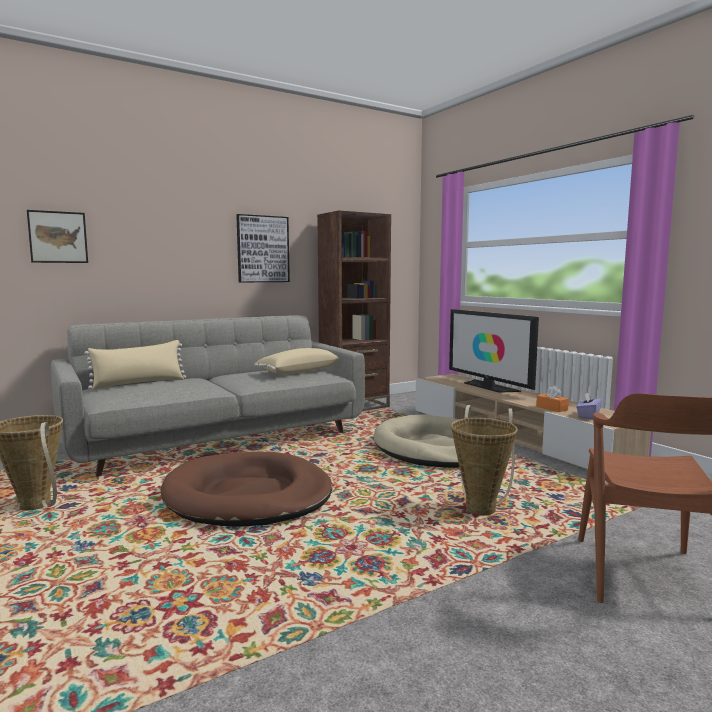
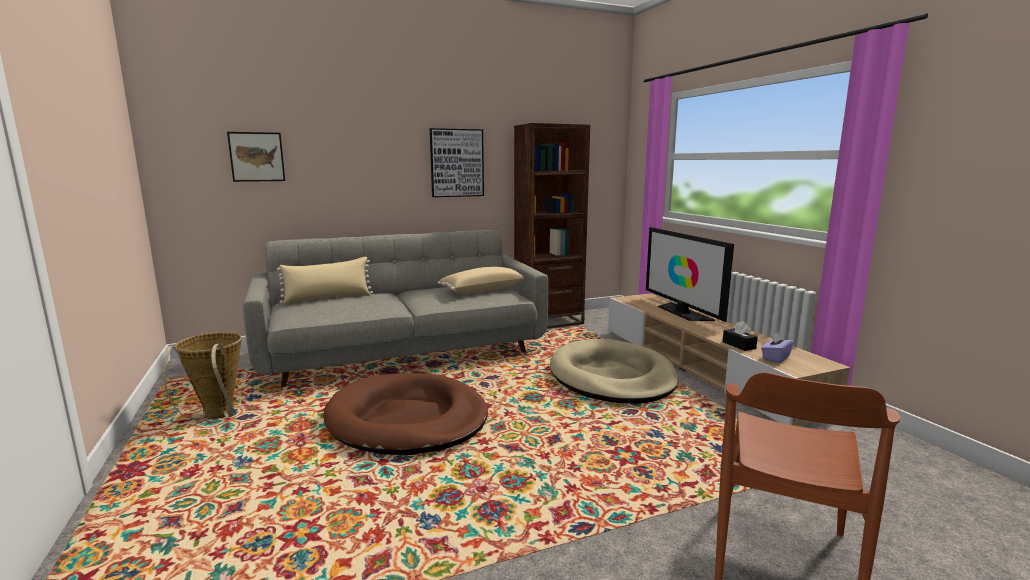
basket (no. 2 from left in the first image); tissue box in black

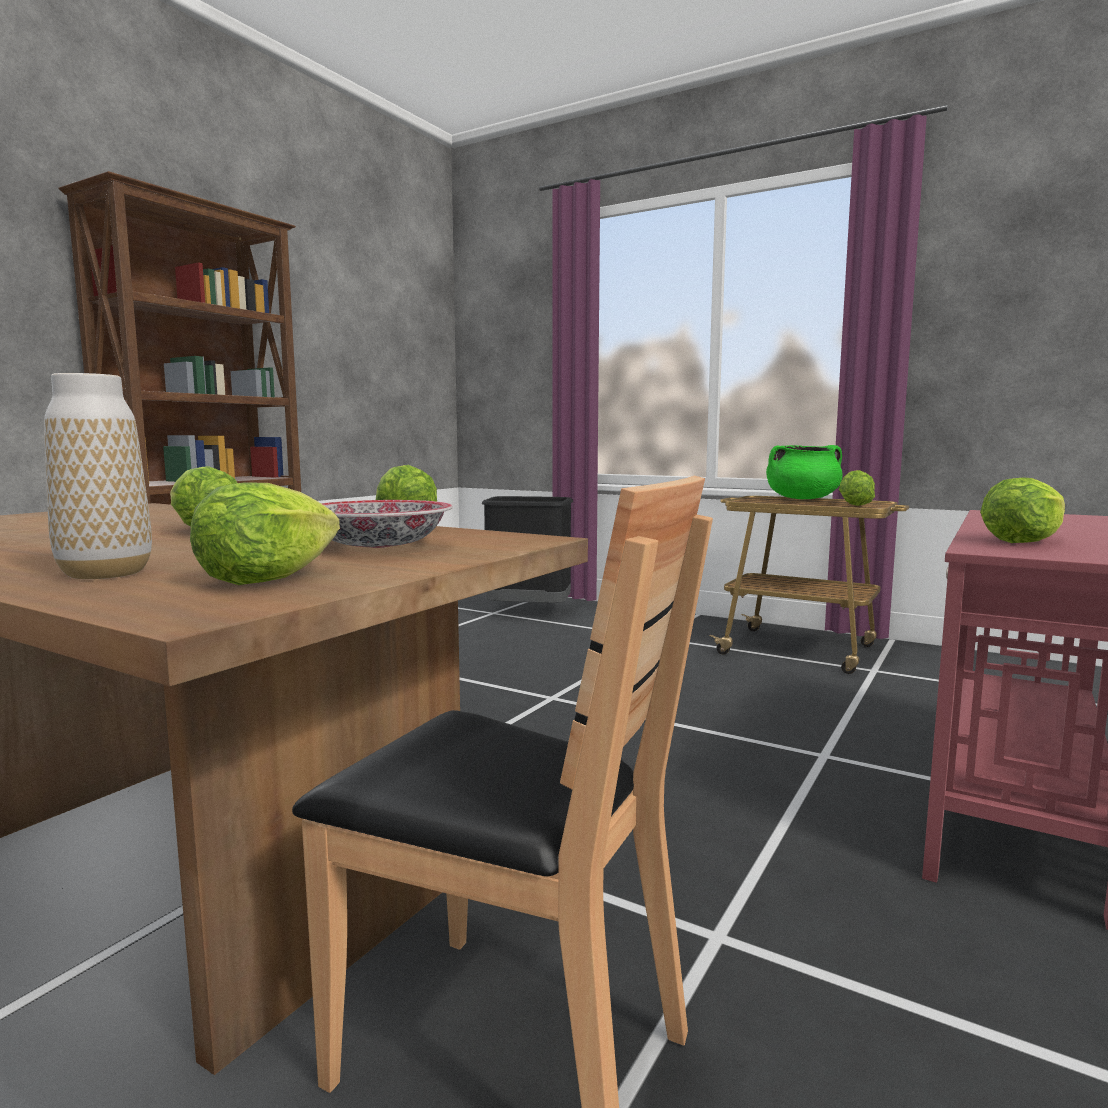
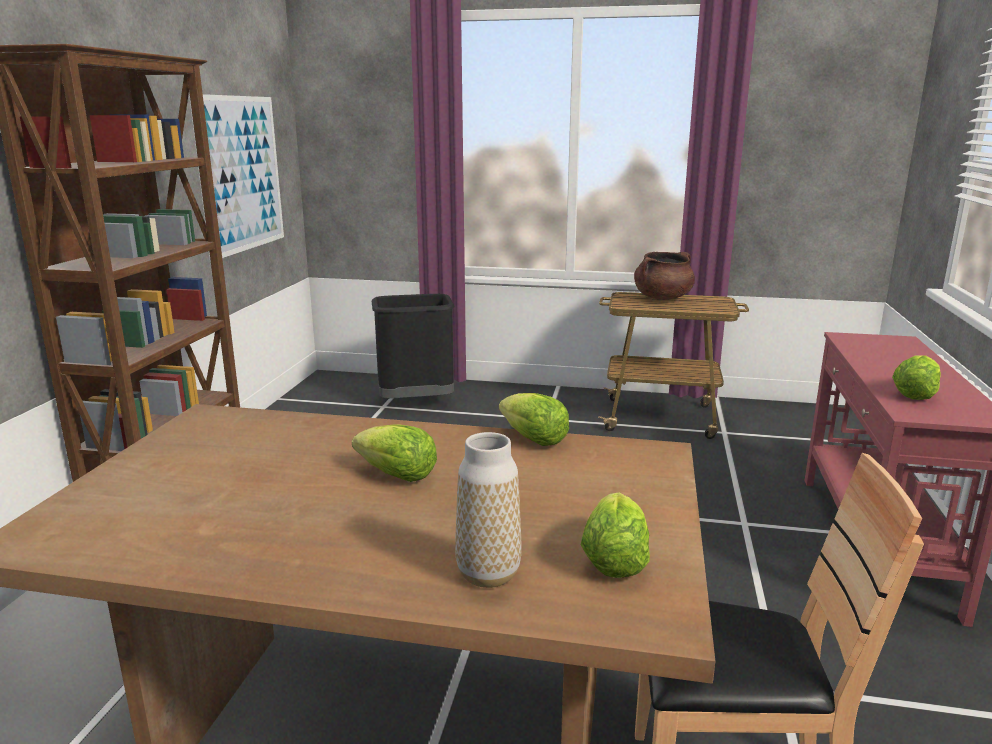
bowl; lettuce (no. 4 from left in the first image); picture; cooking pot in brown

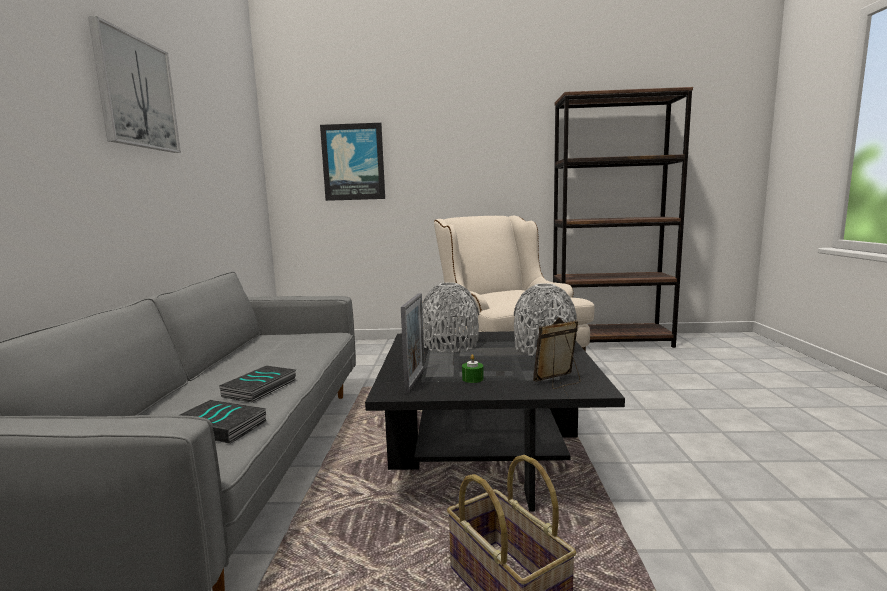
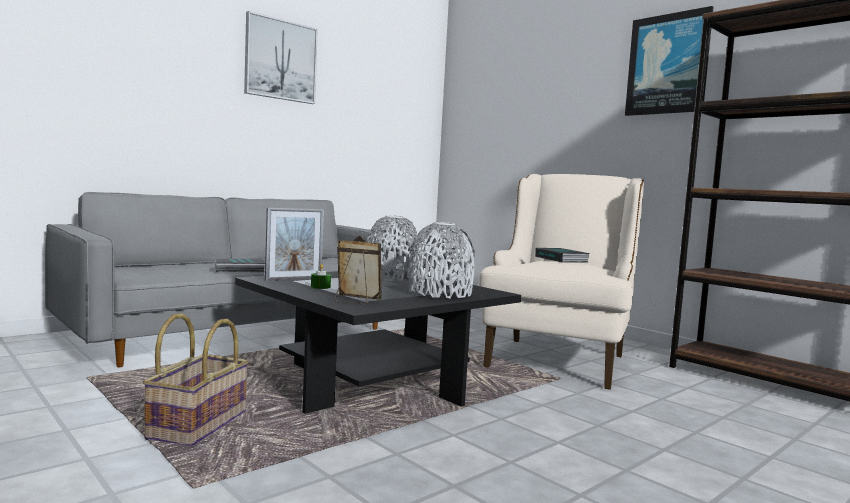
book (no. 2 from left); picture (no. 2 from left)

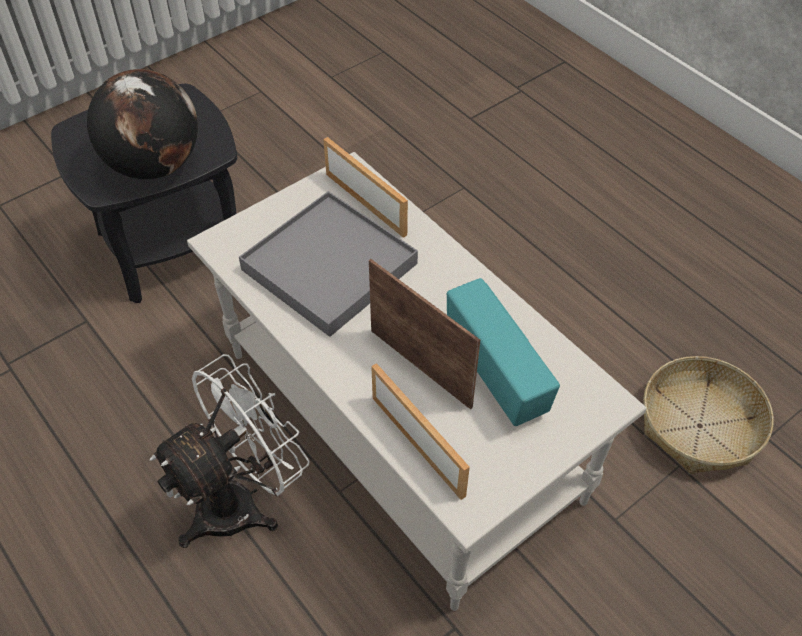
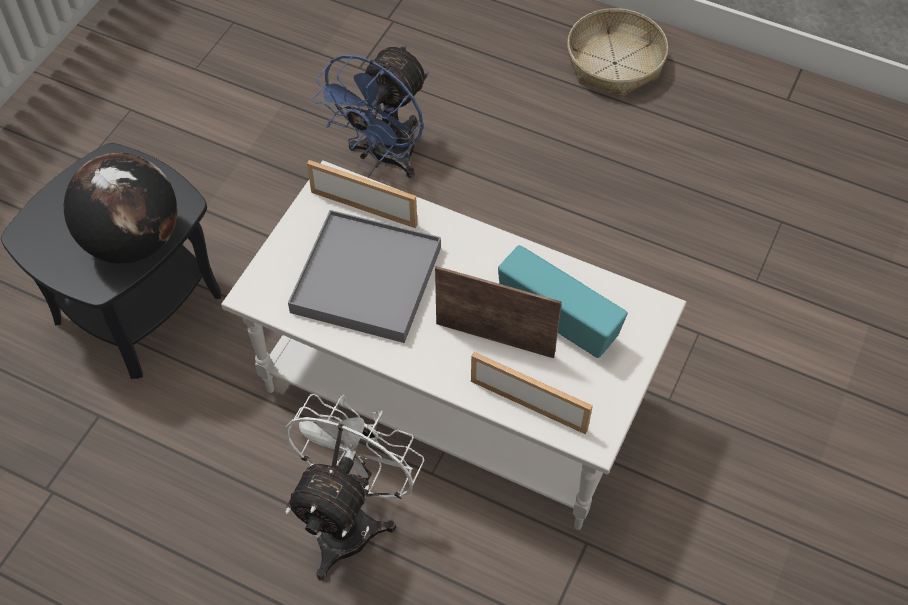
fan in blue; basket

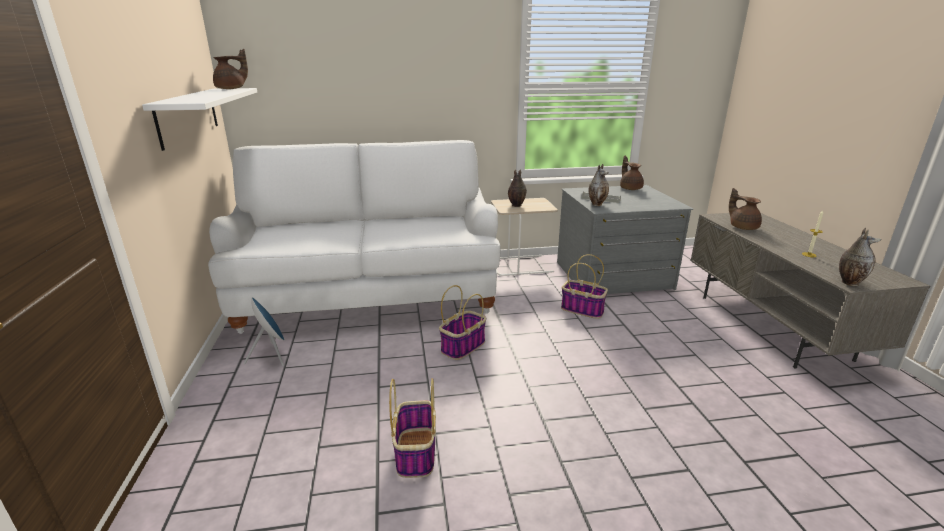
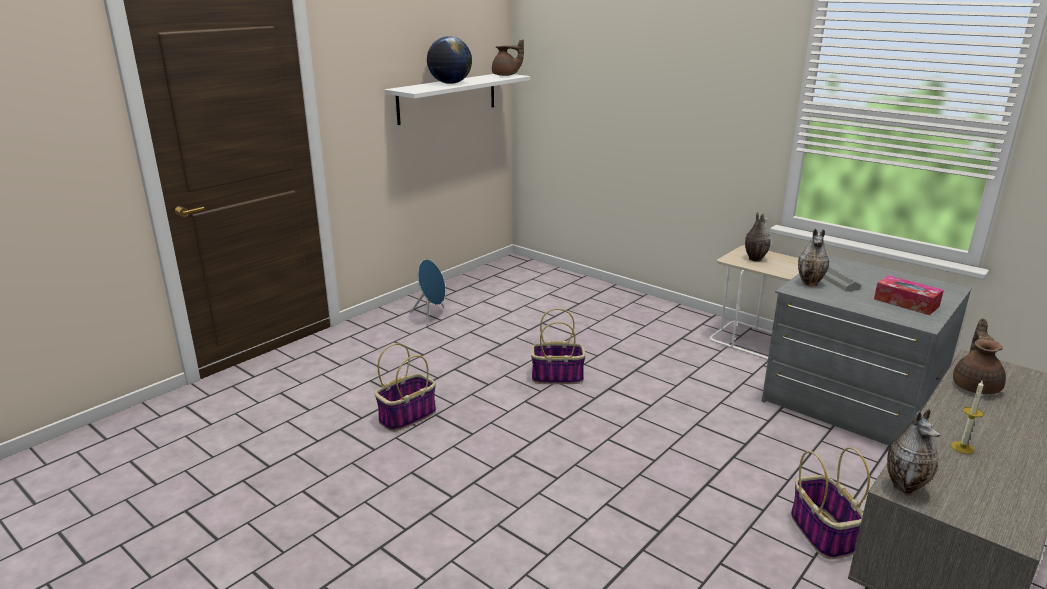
sofa in white; teapot in brown (no. 2 from left in the first image); globe; tissue box; basket (no. 3 from left)

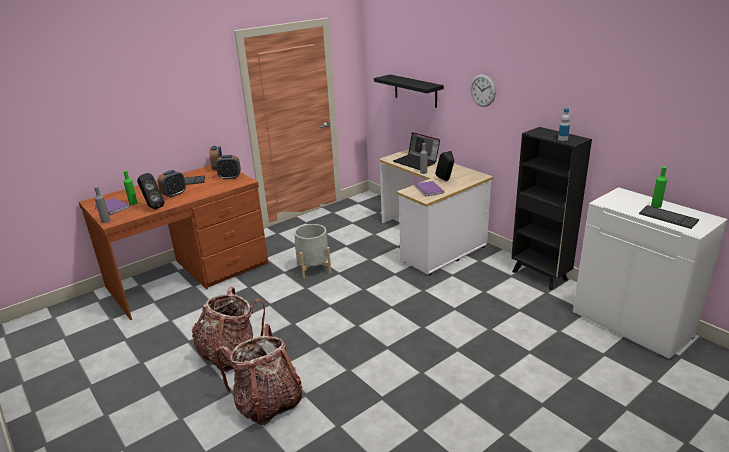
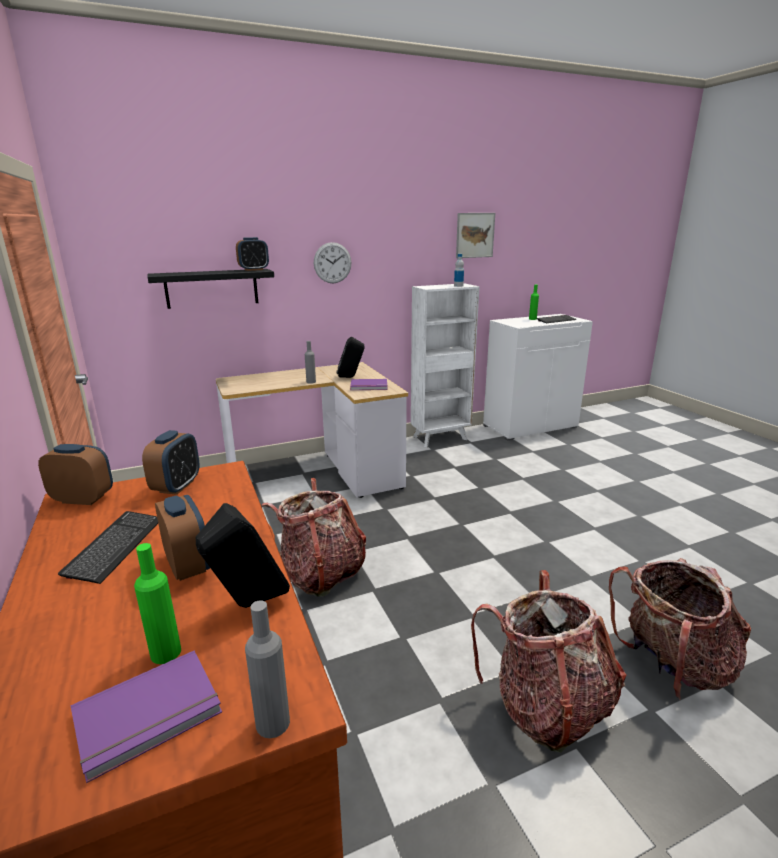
laptop; alarm clock (no. 4 from left); picture; backpack (no. 1 from left); bookcase in white

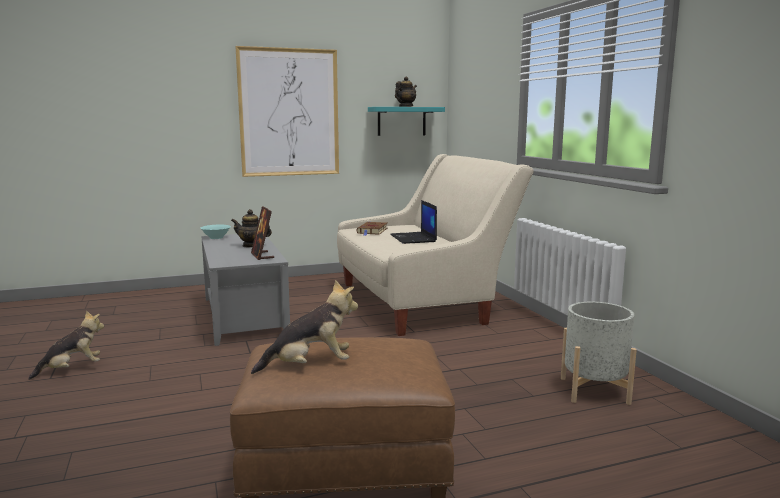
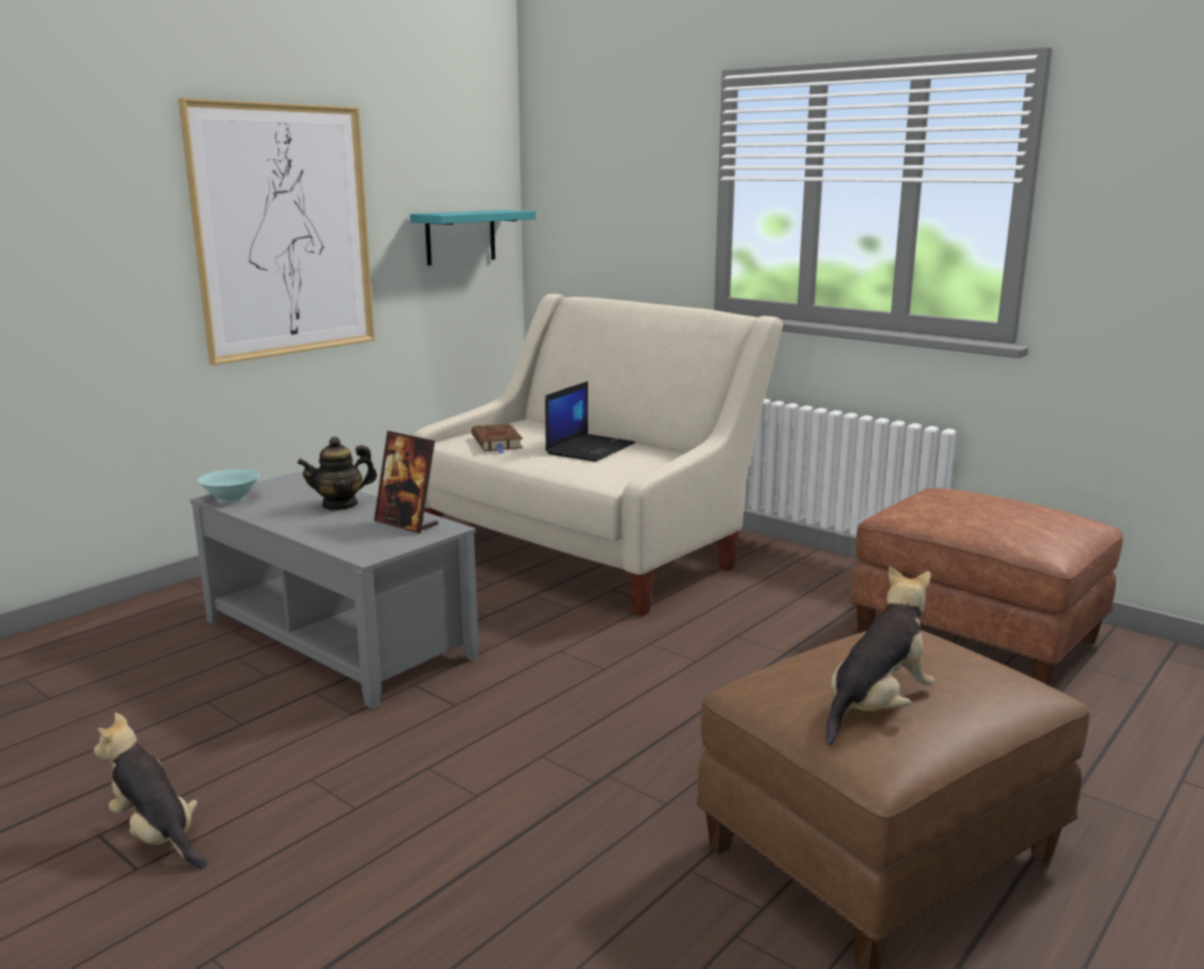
teapot (no. 2 from left in the first image); ottoman in brown (no. 2 from left); plush toy (no. 1 from left); laptop

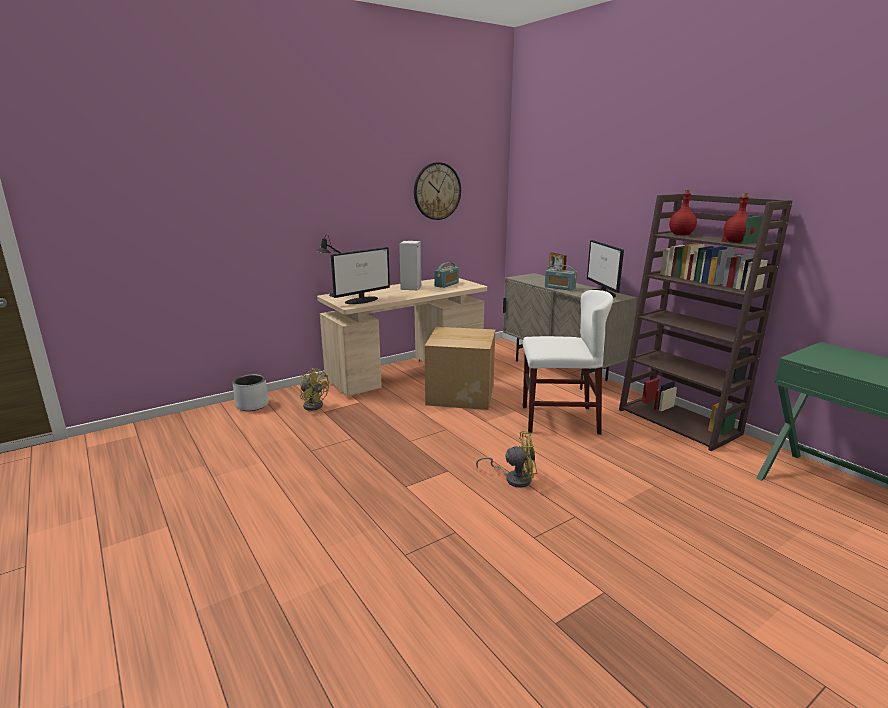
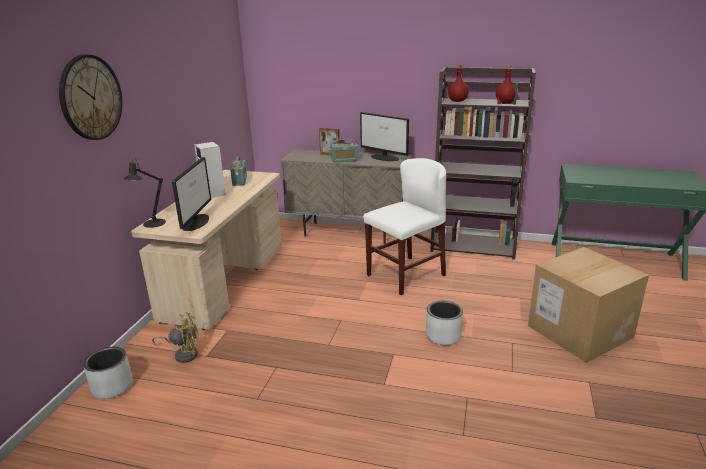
wall clock; cardboard box; planter in grey (no. 2 from left)

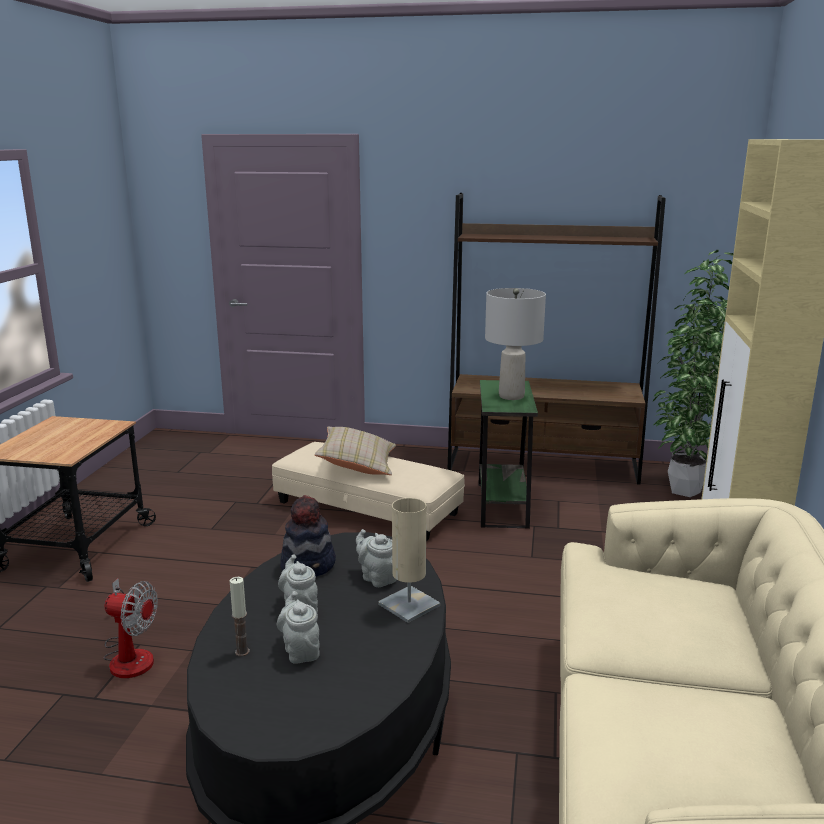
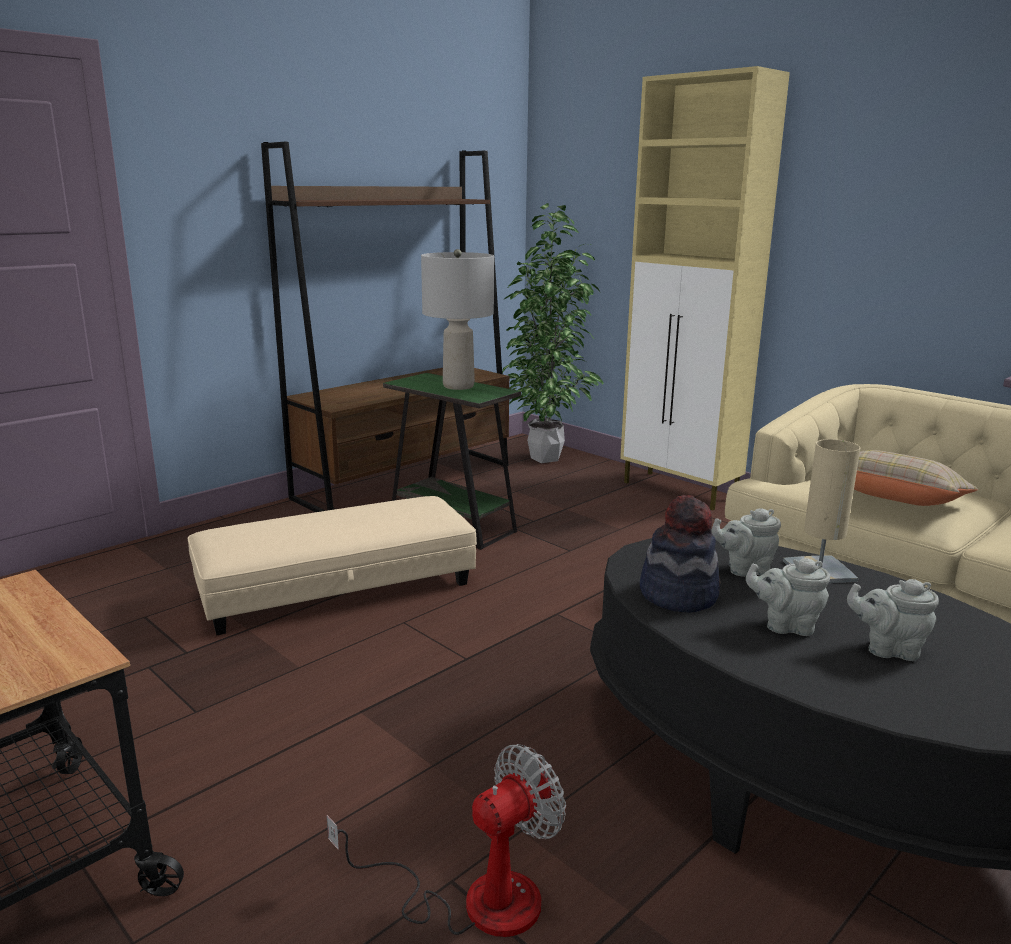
candle; pillow in beige

